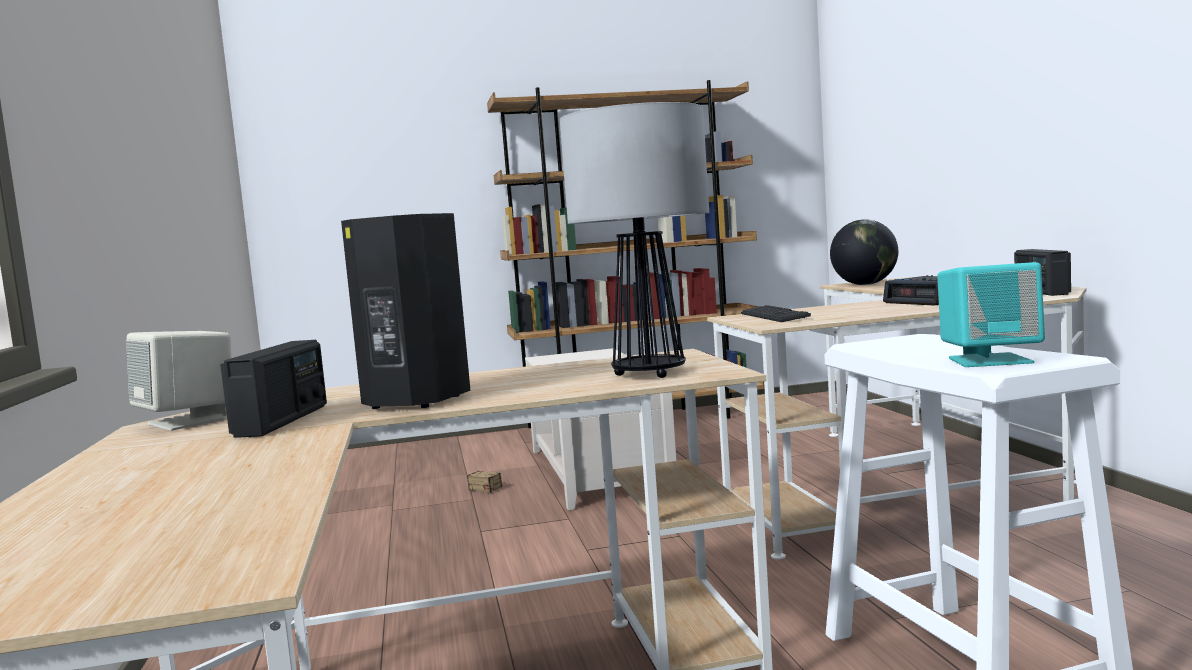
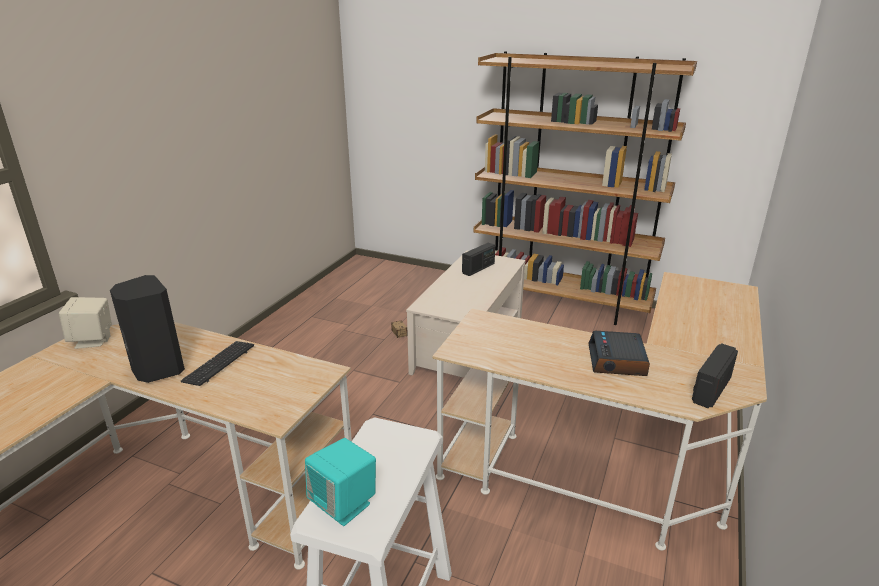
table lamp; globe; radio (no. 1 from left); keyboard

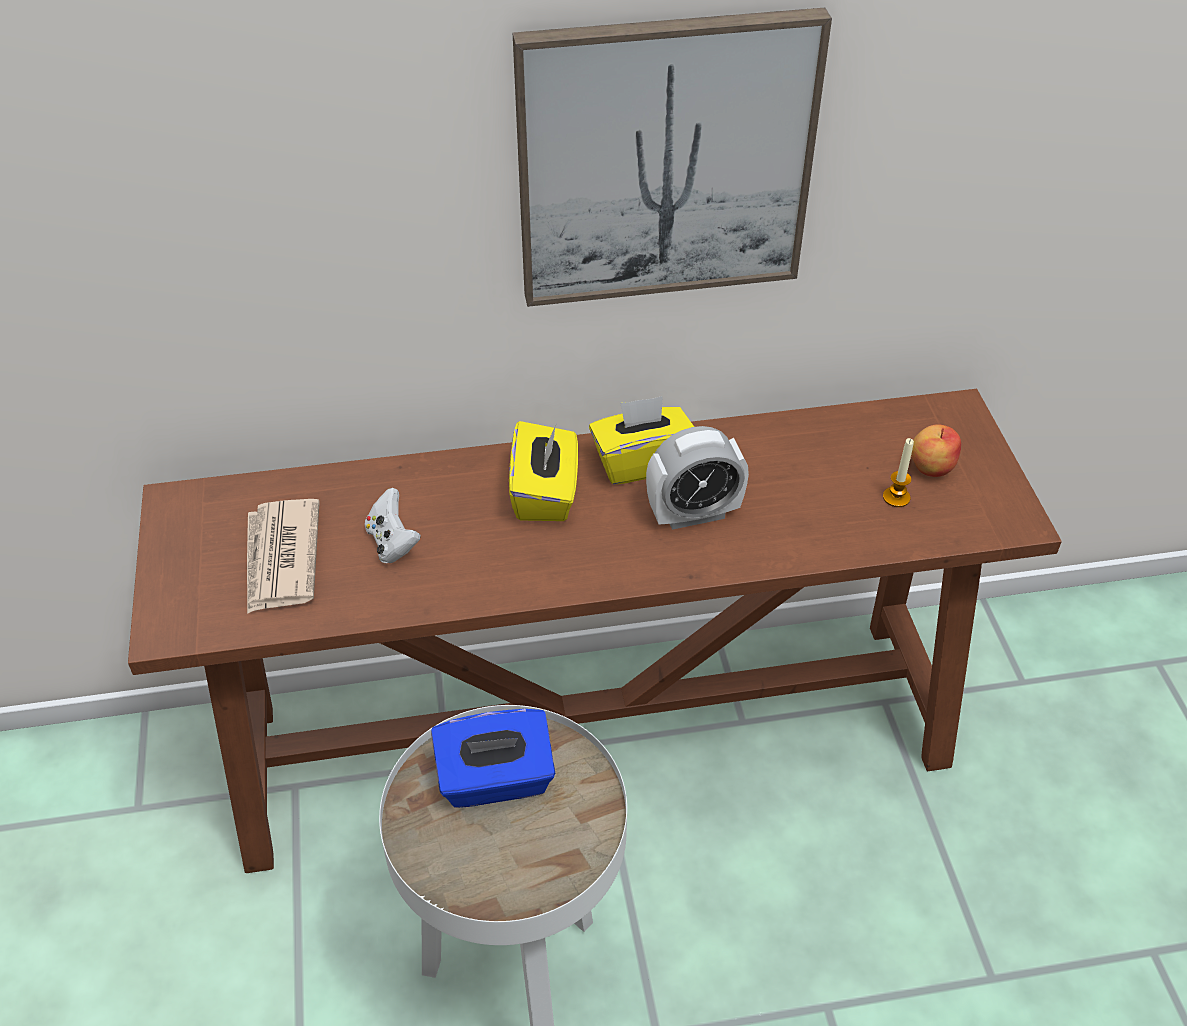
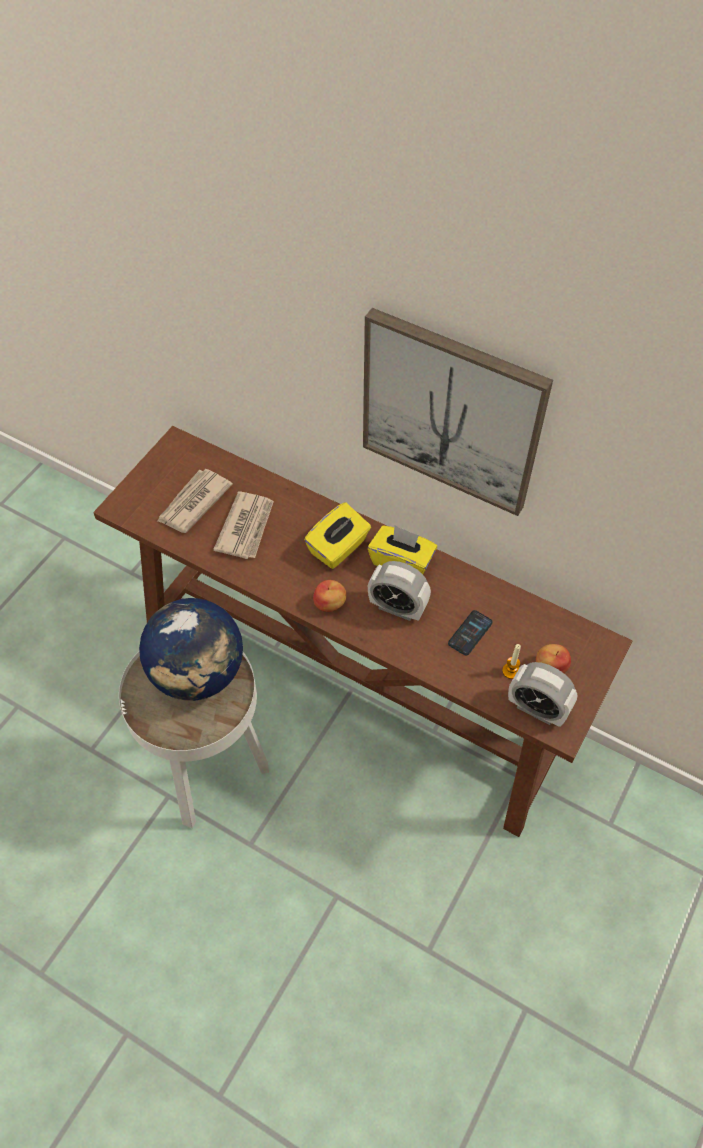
apple (no. 1 from left); phone; alarm clock (no. 2 from left); newspaper (no. 2 from left); globe

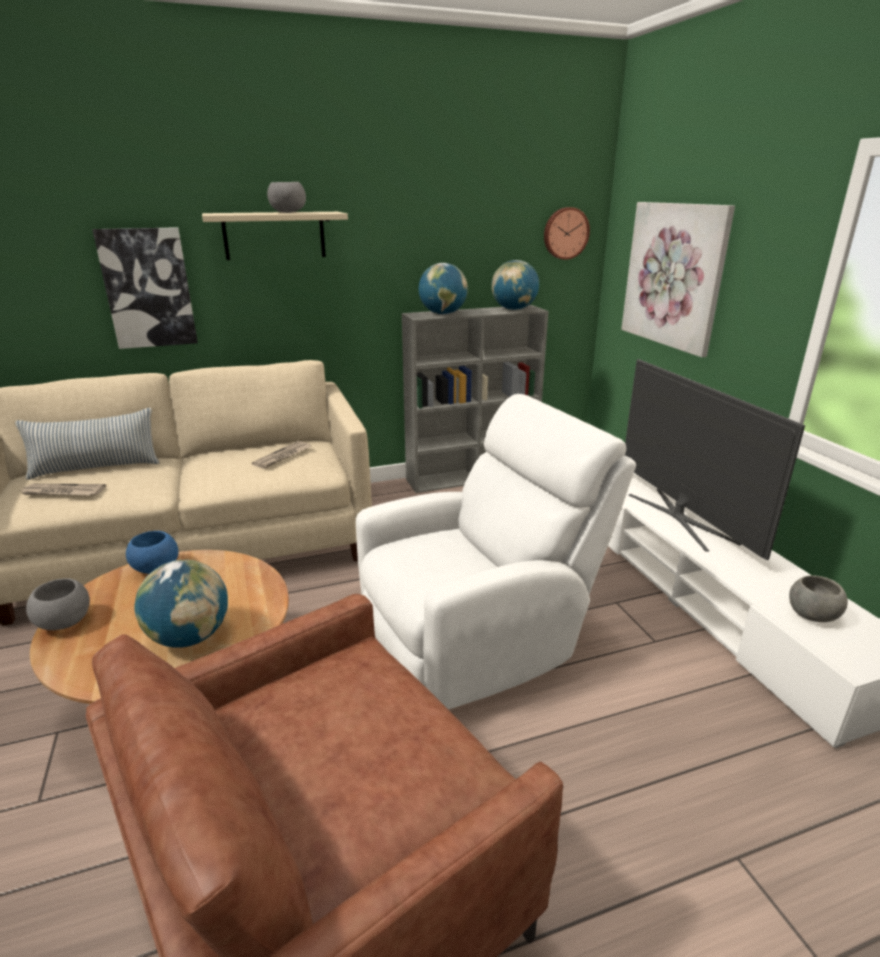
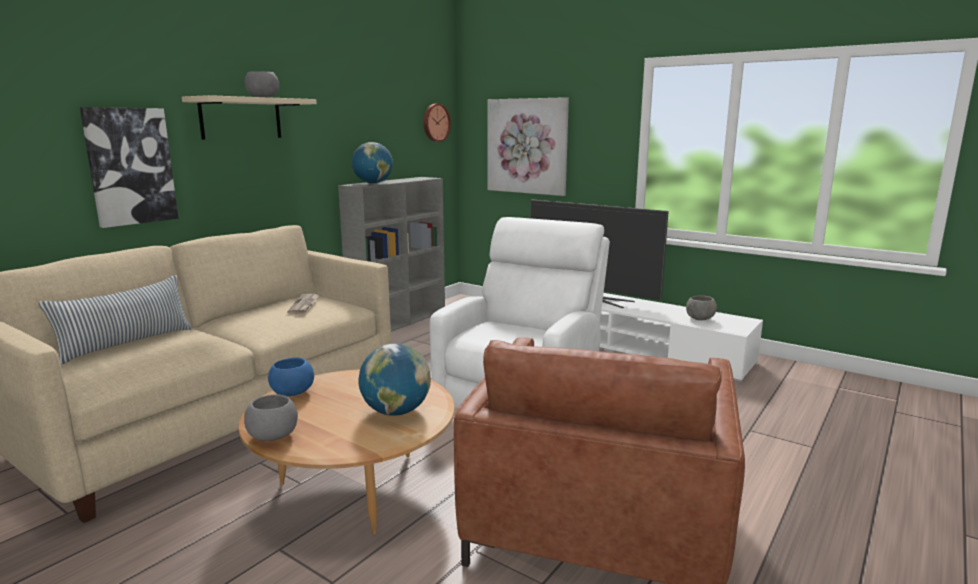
newspaper (no. 1 from left in the first image); globe (no. 3 from left in the first image)

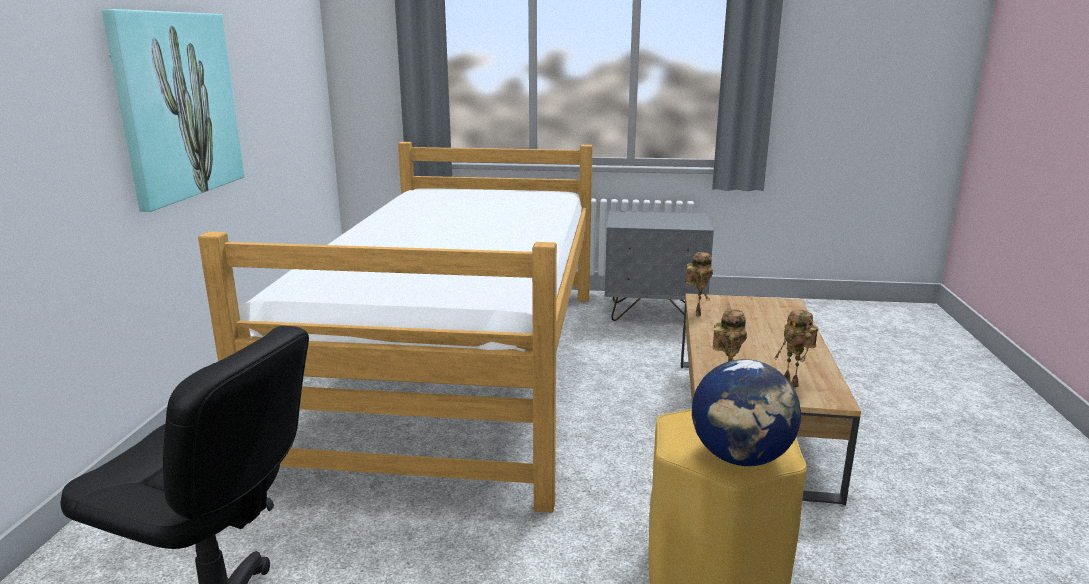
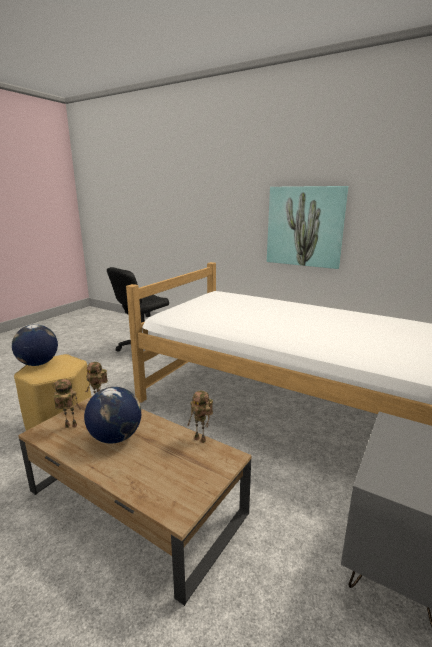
globe (no. 2 from left)

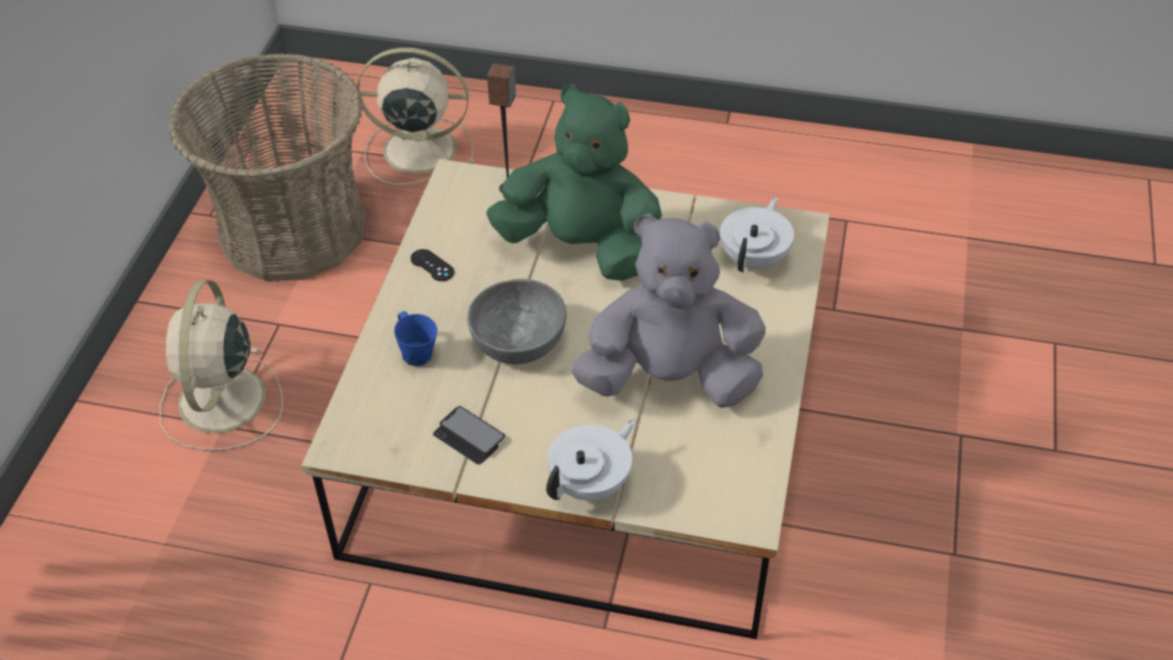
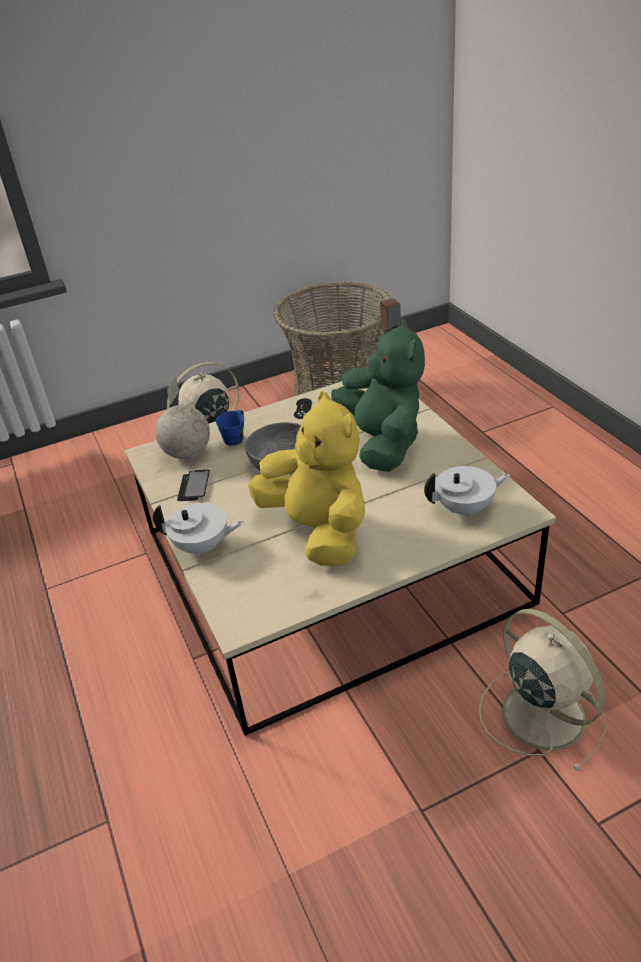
globe; fan in beige (no. 2 from left); plush toy in yellow

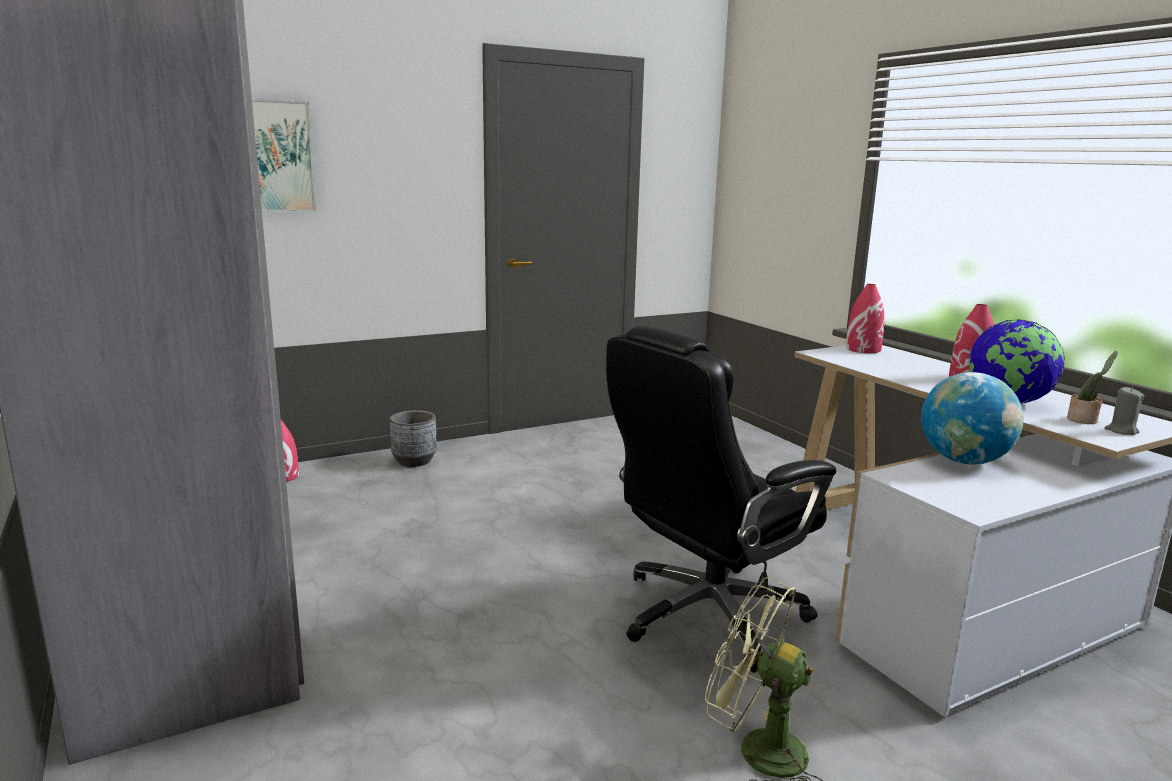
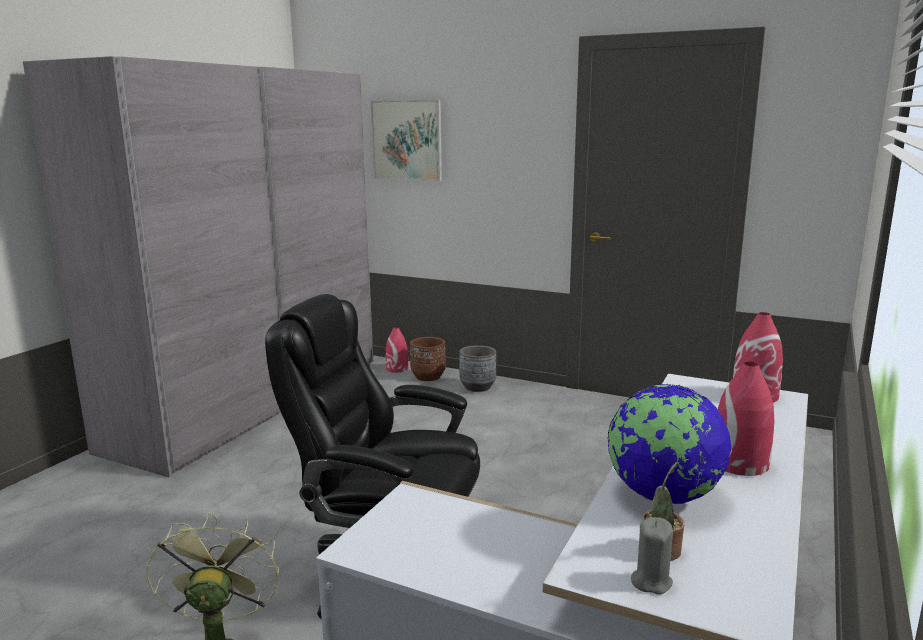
globe (no. 1 from left in the first image); planter in brown

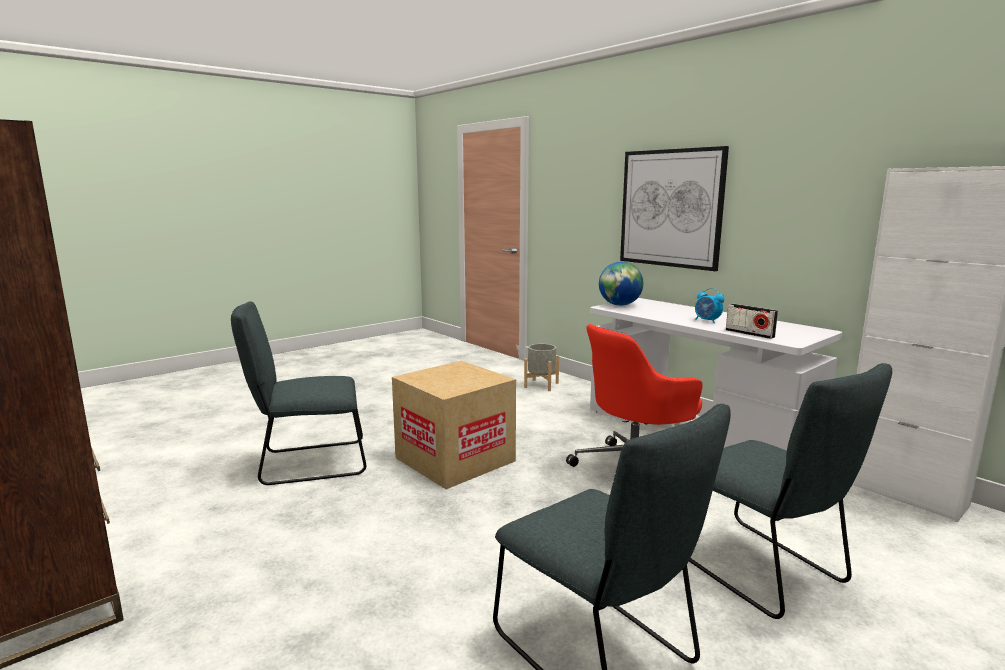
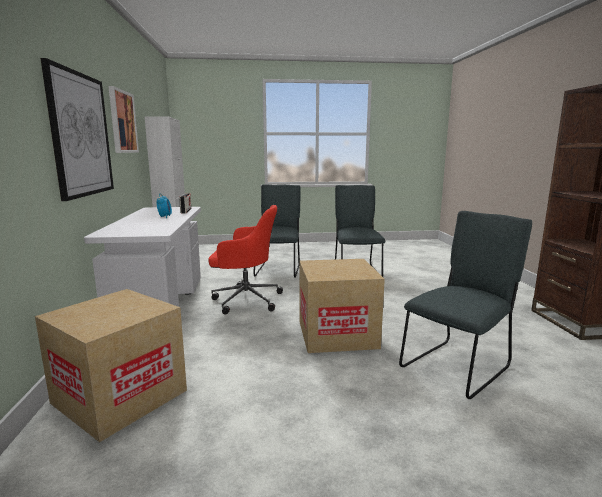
globe; picture (no. 2 from left); cardboard box (no. 1 from left); chair in grey (no. 3 from left)

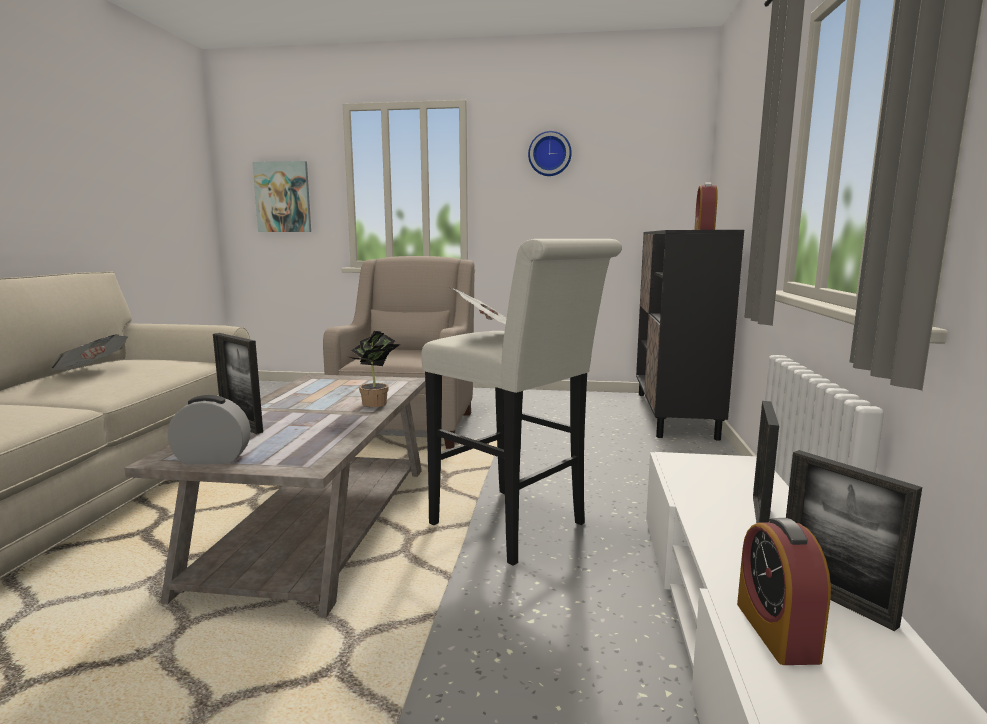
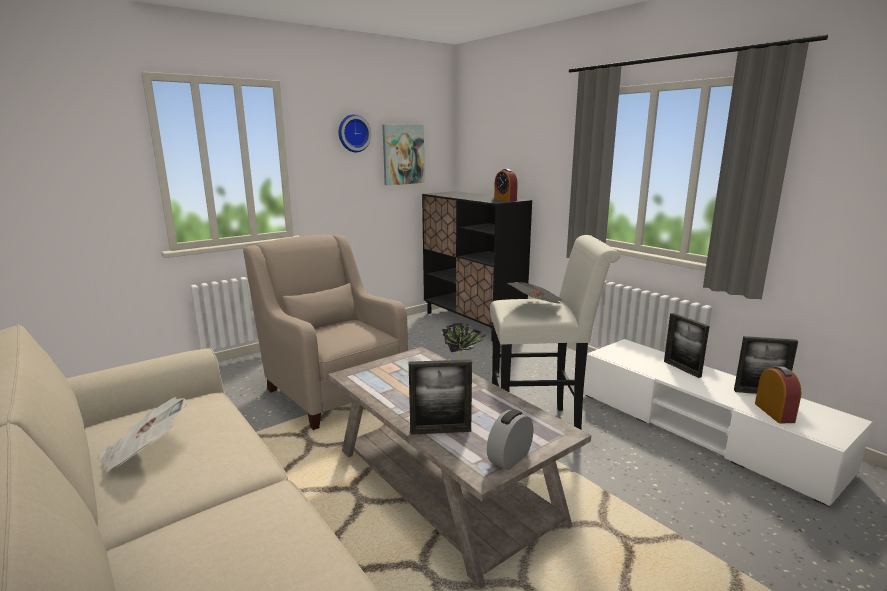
picture; alarm clock (no. 3 from left)

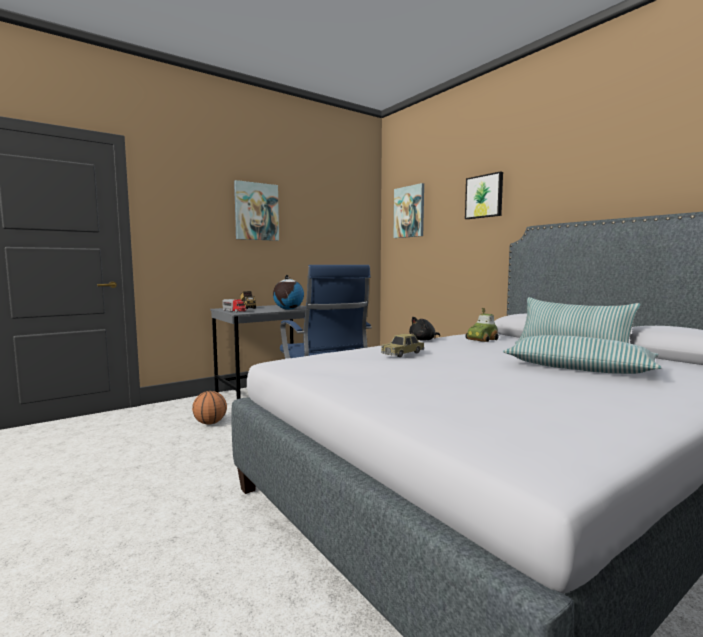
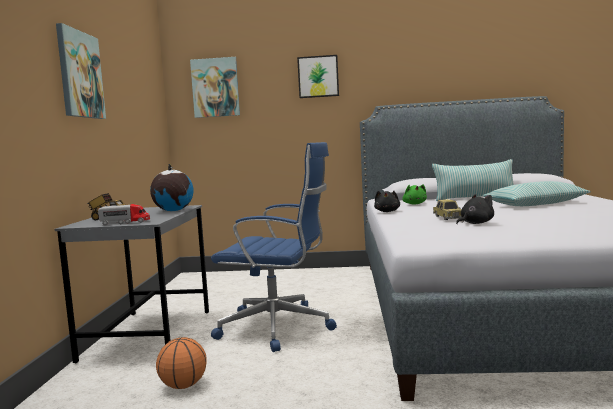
plush toy in black (no. 2 from left); plush toy in green

